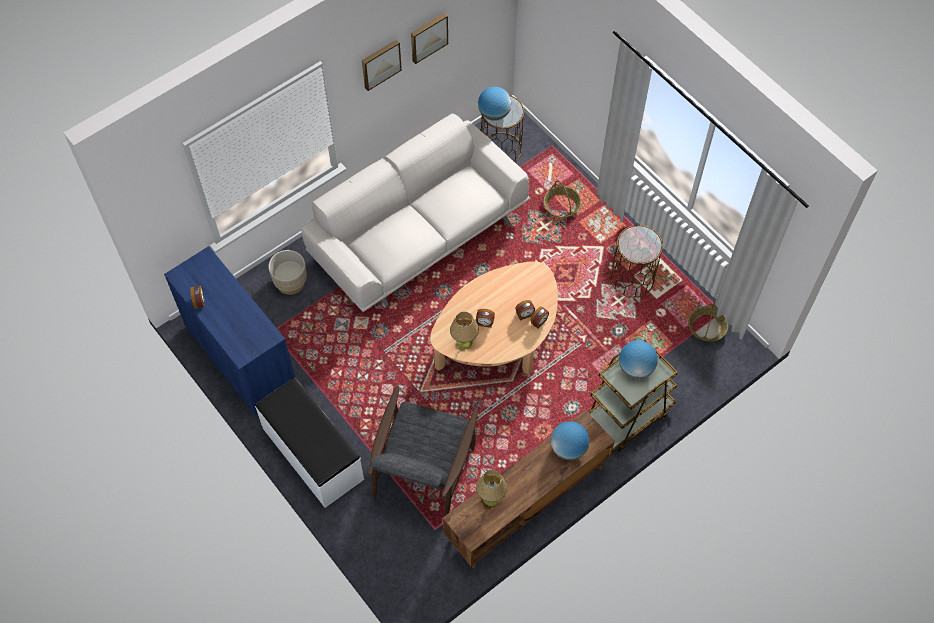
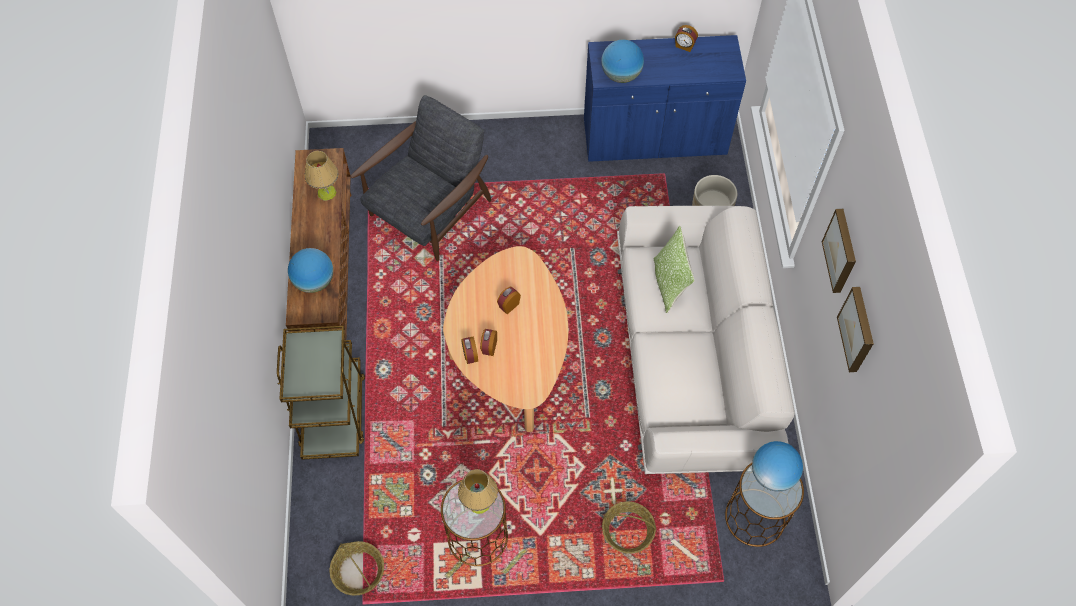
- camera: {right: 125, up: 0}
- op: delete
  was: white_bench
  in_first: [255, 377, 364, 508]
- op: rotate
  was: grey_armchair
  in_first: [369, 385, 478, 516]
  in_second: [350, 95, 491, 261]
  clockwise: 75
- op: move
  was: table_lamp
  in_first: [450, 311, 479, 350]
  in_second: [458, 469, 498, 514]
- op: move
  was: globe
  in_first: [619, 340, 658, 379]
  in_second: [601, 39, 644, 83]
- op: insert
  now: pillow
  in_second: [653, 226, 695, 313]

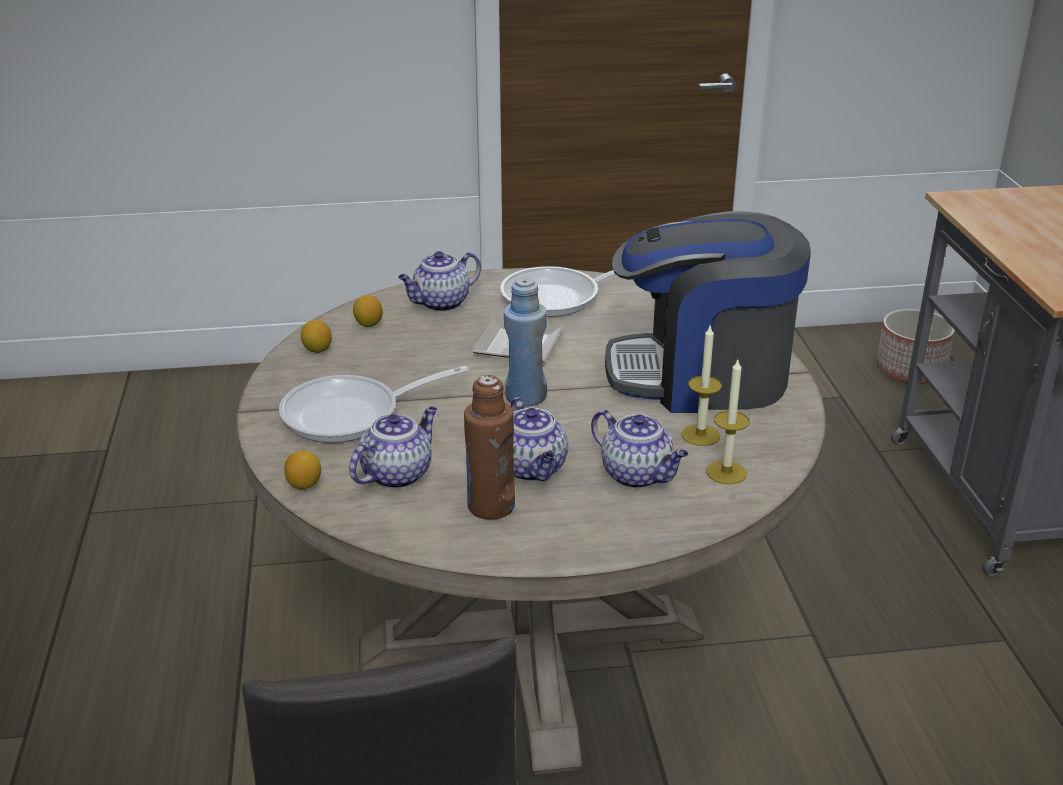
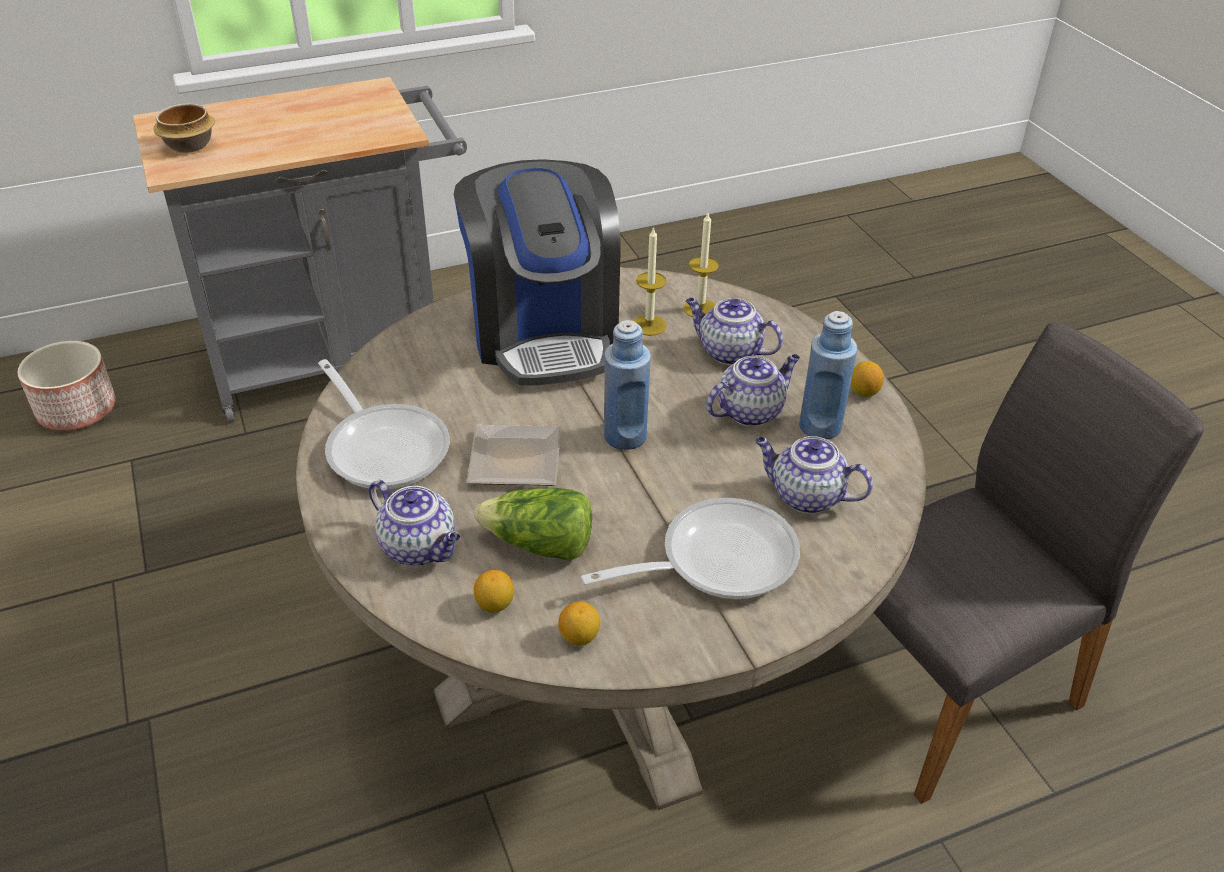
- camera: {right: -105, up: 10}
- op: rotate
  was: frying_pan
  in_first: [279, 366, 468, 443]
  in_second: [581, 498, 800, 599]
  clockwise: -75
- op: move
  was: lemon
  in_first: [284, 450, 321, 489]
  in_second: [851, 361, 884, 397]
- op: recolor
  was: brown_bottle
  now: blue_bottle
  in_first: [464, 375, 515, 520]
  in_second: [799, 311, 857, 439]
- op: rotate
  was: teapot
  in_first: [591, 410, 688, 488]
  in_second: [686, 298, 783, 365]
  clockwise: -90
- op: insert
  now: bowl
  in_second: [154, 103, 215, 153]
- op: insert
  now: lettuce
  in_second: [474, 488, 592, 561]

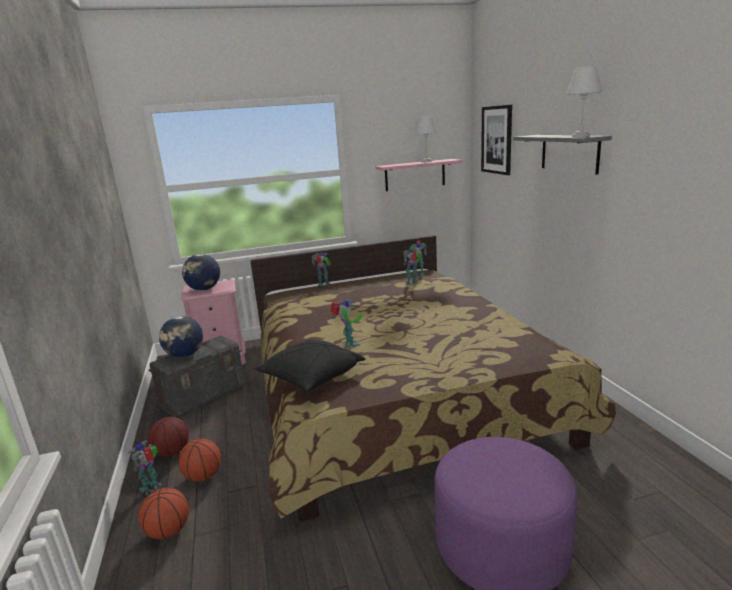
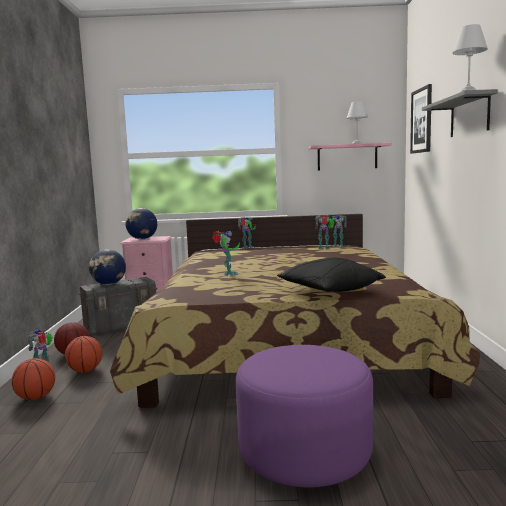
- camera: {right: 15, up: -10}
- op: move
  was: black_pillow
  in_first: [255, 339, 365, 392]
  in_second: [277, 258, 386, 292]

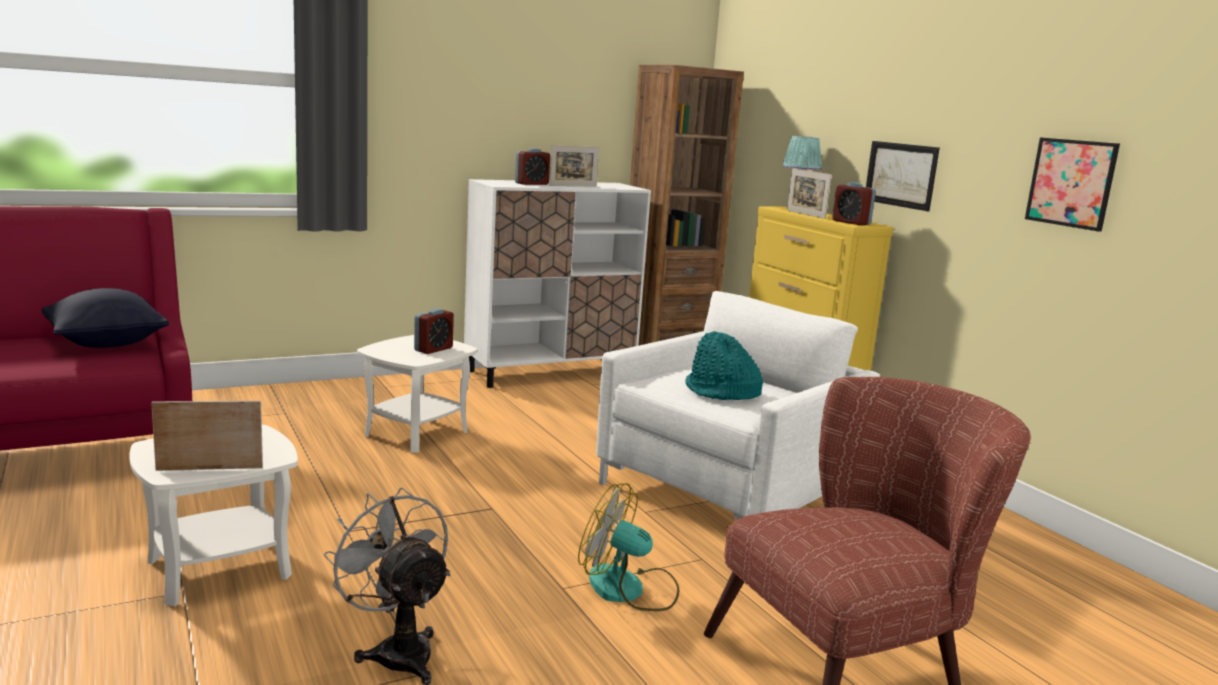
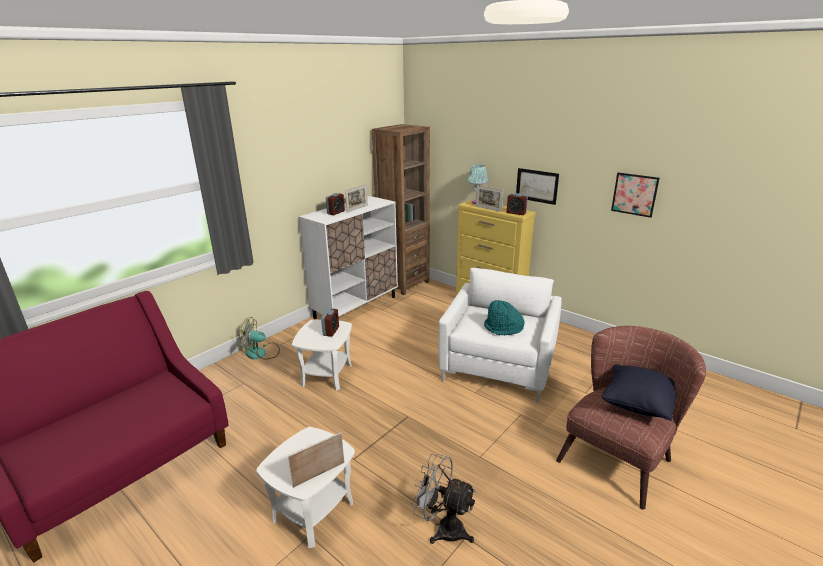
- camera: {right: -20, up: 10}
- op: move
  was: black_pillow
  in_first: [41, 288, 169, 348]
  in_second: [602, 364, 676, 421]
- op: move
  was: fan
  in_first: [578, 483, 679, 611]
  in_second: [238, 317, 280, 360]

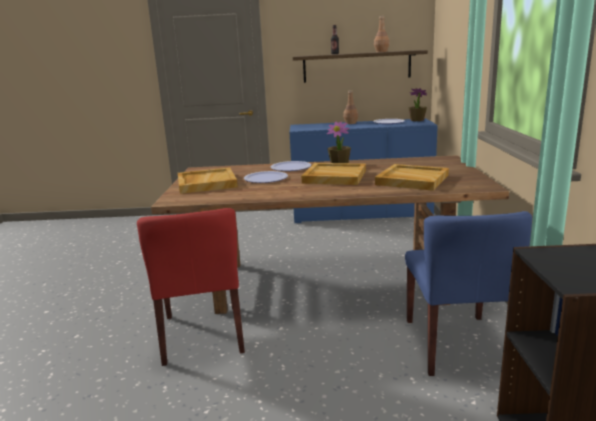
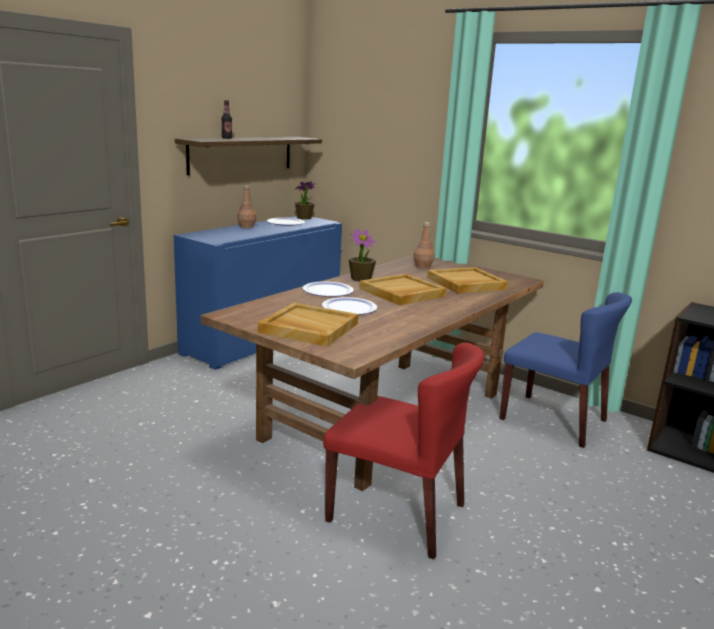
- camera: {right: -55, up: 0}
- op: move
  was: brown_bottle
  in_first: [374, 16, 390, 52]
  in_second: [413, 222, 435, 269]

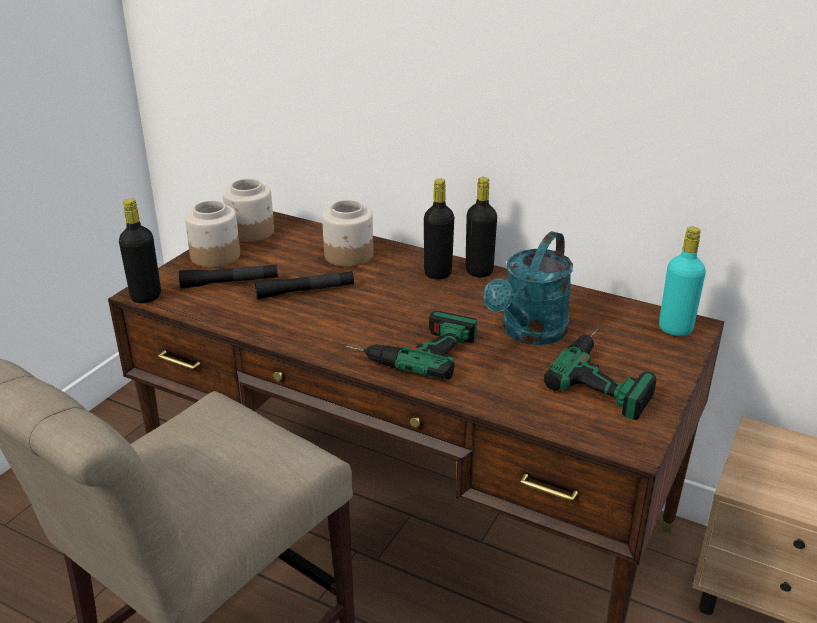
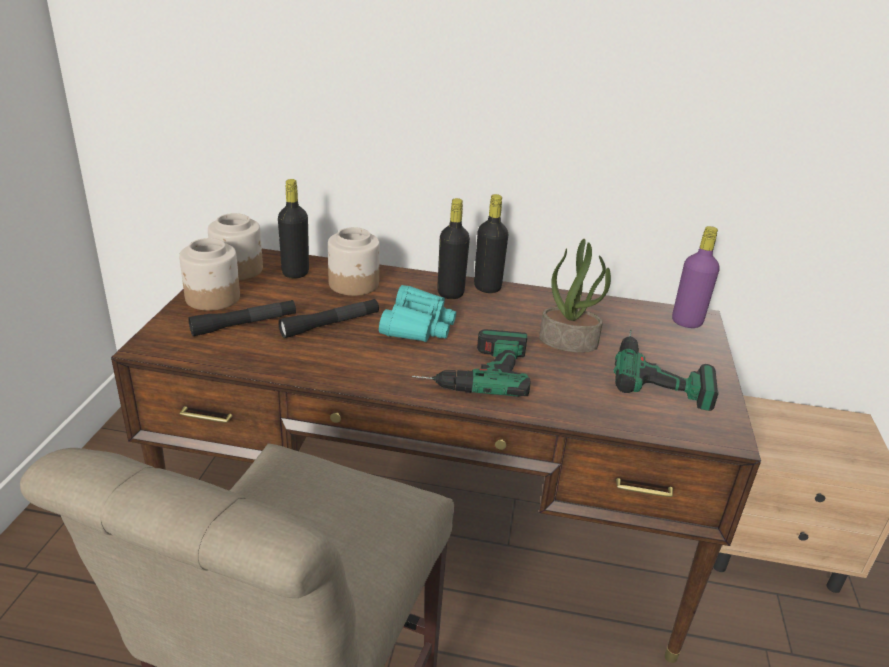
- camera: {right: -20, up: 0}
- op: move
  was: black_bottle
  in_first: [119, 199, 161, 303]
  in_second: [278, 179, 309, 278]
- op: replace
  was: turquoise_watering_can
  now: potted_plant
  in_first: [483, 231, 573, 345]
  in_second: [539, 239, 611, 353]
- op: recolor
  was: turquoise_bottle
  now: purple_bottle
  in_first: [659, 227, 706, 336]
  in_second: [672, 226, 720, 328]
- op: insert
  now: turquoise_binoculars
  in_second: [379, 285, 456, 342]

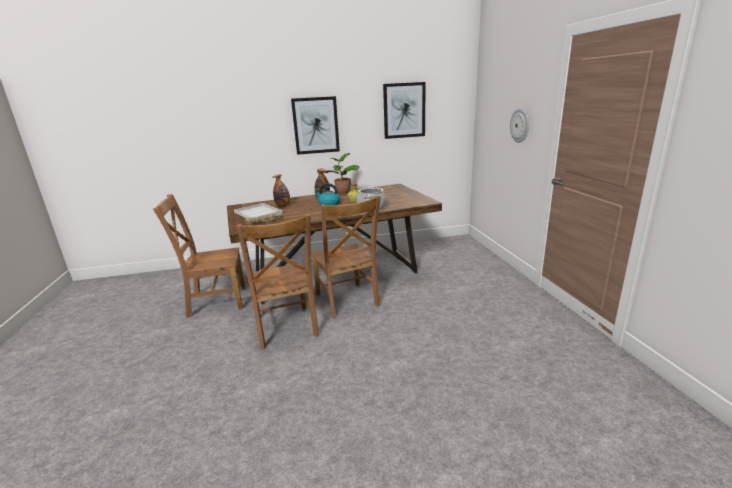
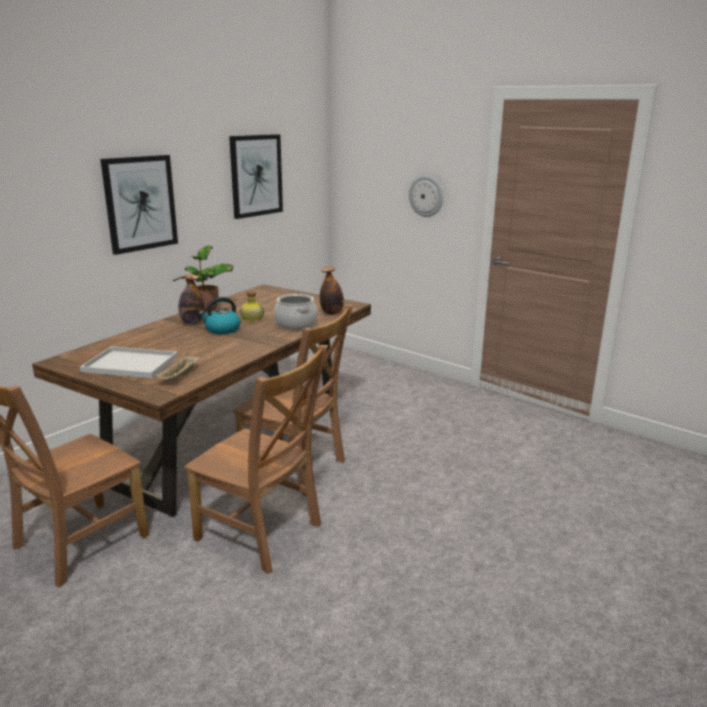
- camera: {right: -40, up: 0}
- op: move
  was: bottle
  in_first: [273, 174, 290, 207]
  in_second: [320, 267, 344, 315]

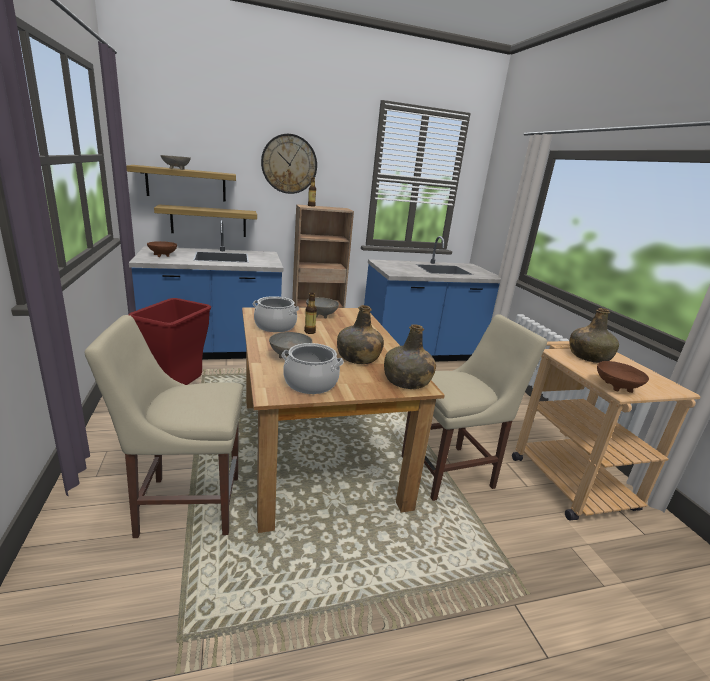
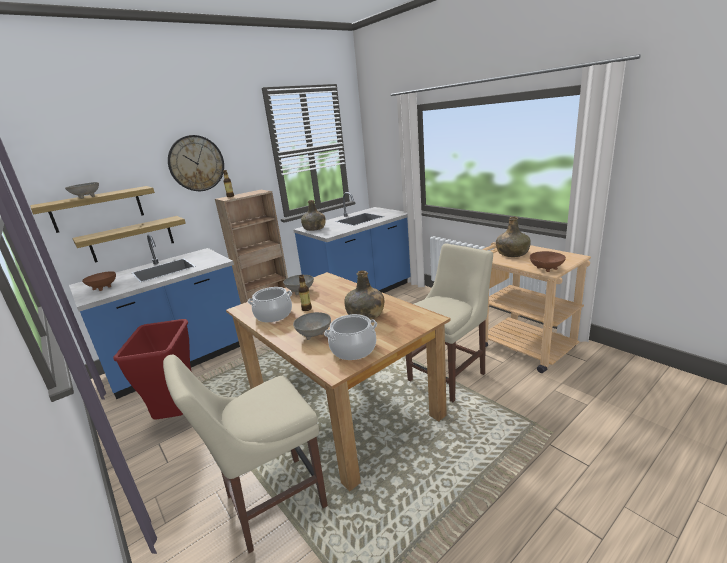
- camera: {right: -20, up: 0}
- op: move
  was: green_bottle
  in_first: [384, 324, 436, 389]
  in_second: [301, 200, 326, 231]

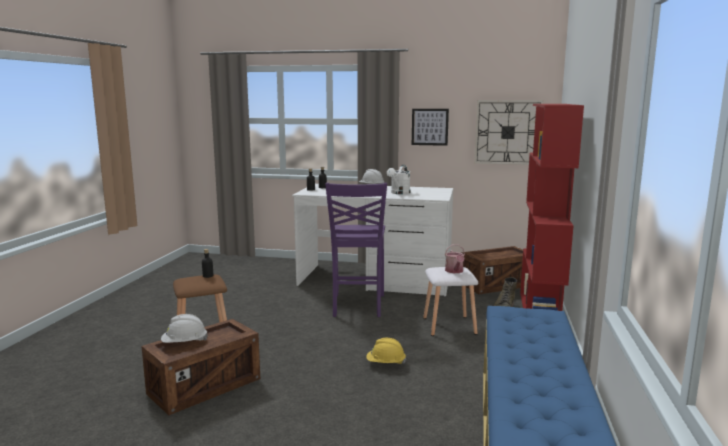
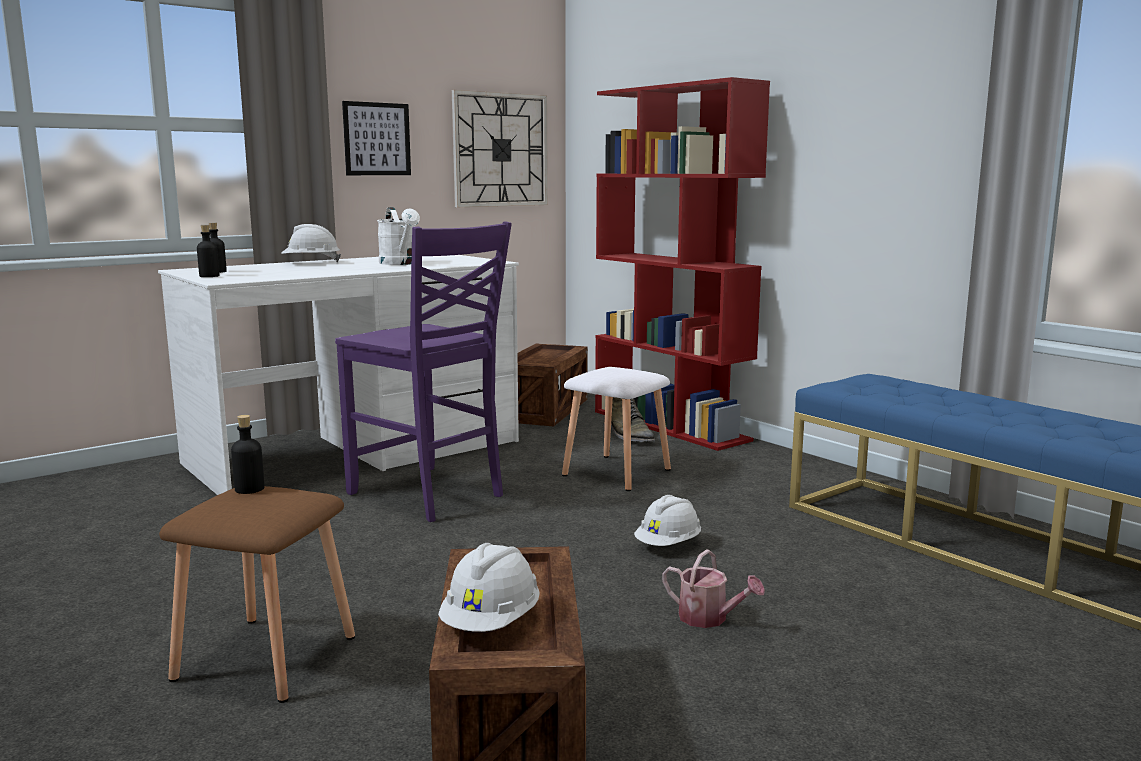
- camera: {right: -50, up: 0}
- op: recolor
  was: yellow_hard_hat
  now: white_hard_hat
  in_first: [366, 338, 406, 364]
  in_second: [634, 495, 701, 546]
- op: move
  was: watering_can
  in_first: [445, 244, 465, 273]
  in_second: [662, 549, 765, 628]

